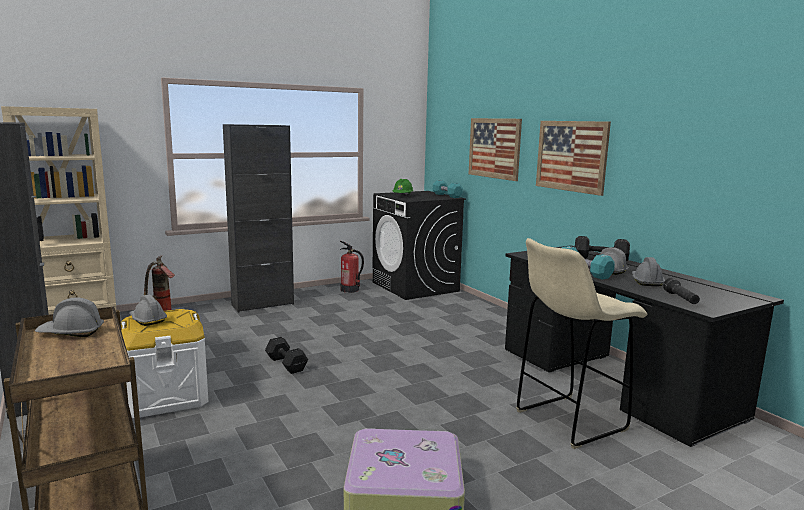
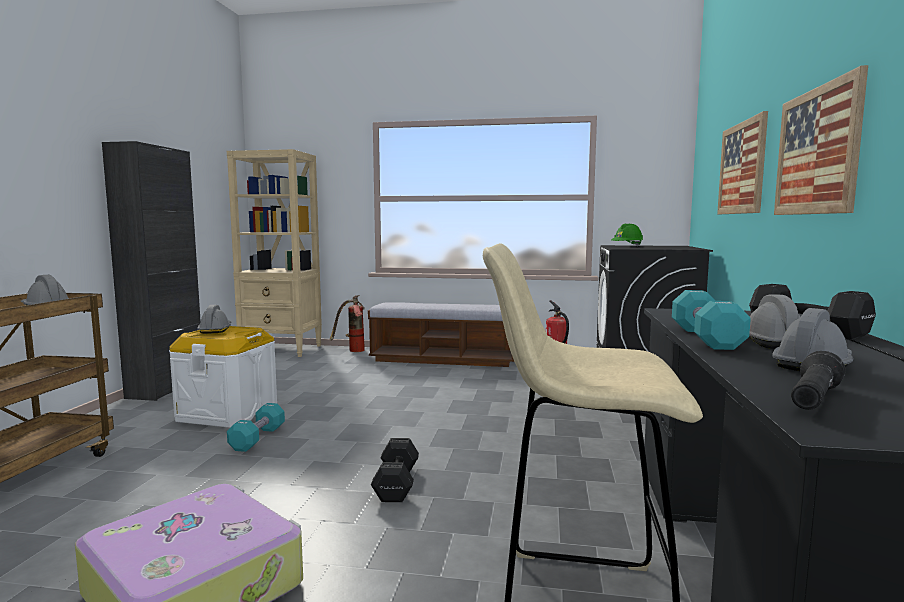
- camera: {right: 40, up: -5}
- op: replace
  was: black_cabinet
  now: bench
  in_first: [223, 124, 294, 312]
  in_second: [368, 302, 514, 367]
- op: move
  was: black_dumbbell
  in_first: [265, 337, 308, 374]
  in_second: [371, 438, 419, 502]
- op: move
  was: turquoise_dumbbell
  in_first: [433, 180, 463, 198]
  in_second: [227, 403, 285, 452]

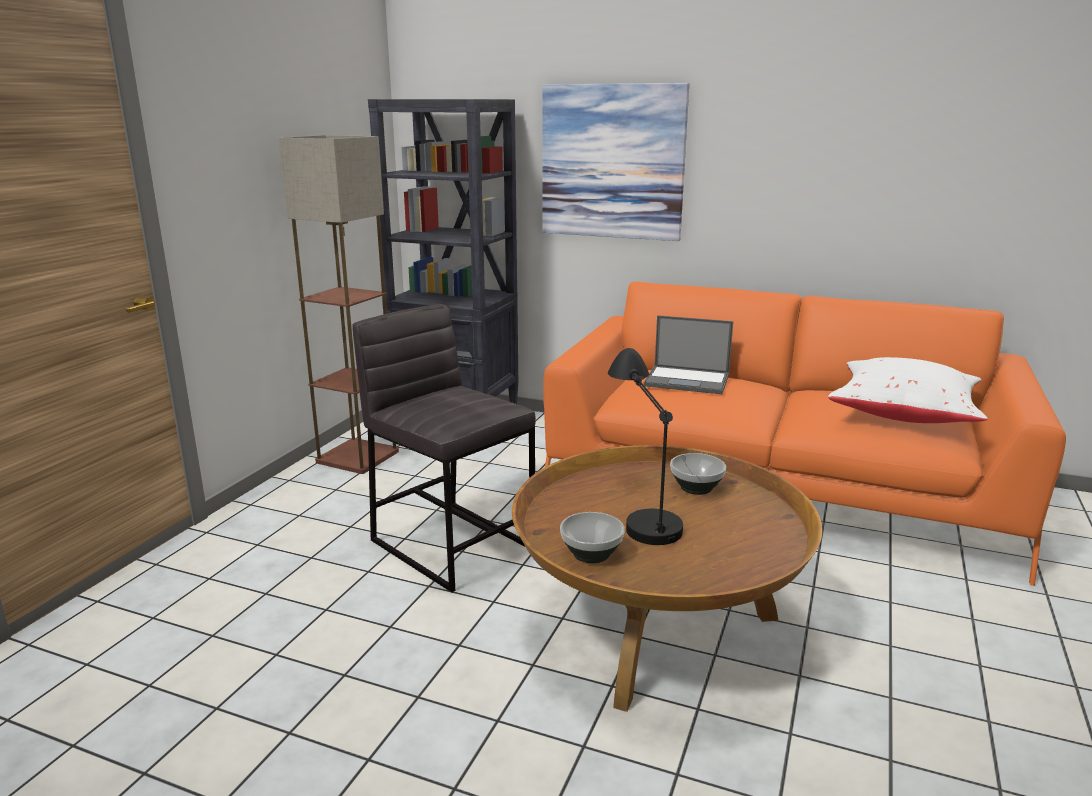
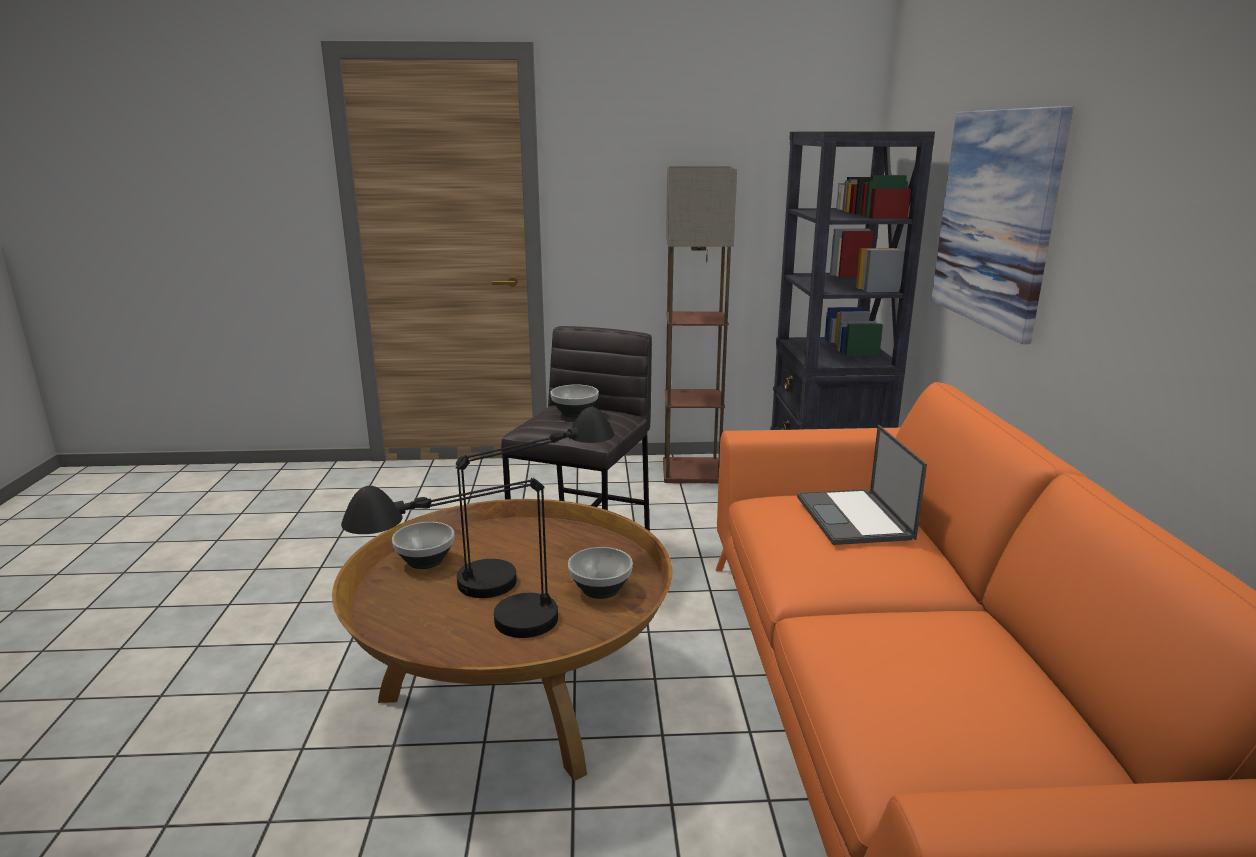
- camera: {right: 65, up: 0}
- op: delete
  was: white_pillow
  in_first: [828, 357, 988, 423]
- op: insert
  now: black_table_lamp
  in_second: [341, 478, 558, 638]
- op: insert
  now: bowl
  in_second: [550, 385, 599, 418]

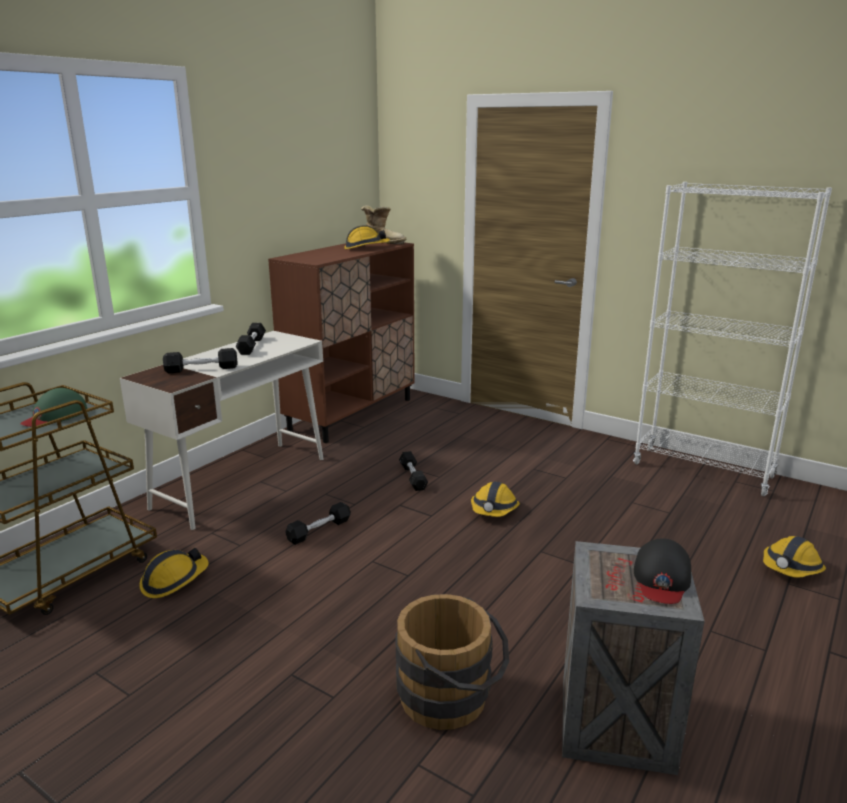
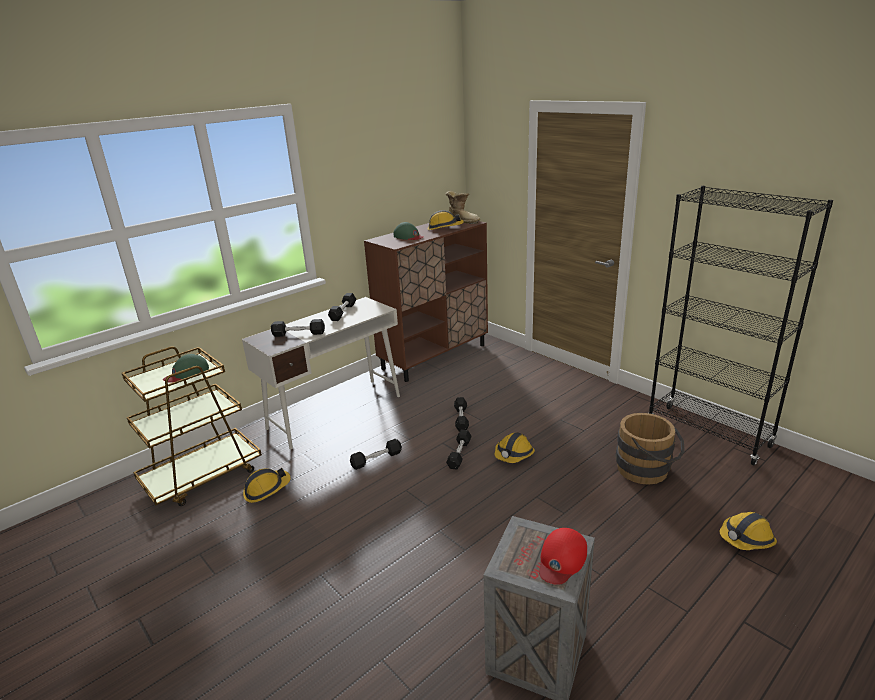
- camera: {right: 15, up: 5}
- op: move
  was: brown_bucket
  in_first: [395, 594, 509, 730]
  in_second: [616, 413, 685, 485]
- op: recolor
  was: white_bookcase
  now: black_bookcase
  in_first: [633, 182, 832, 496]
  in_second: [649, 186, 833, 465]
- op: recolor
  was: black_cap
  now: red_cap
  in_first: [634, 538, 691, 604]
  in_second: [539, 528, 587, 585]
- op: insert
  now: green_cap
  in_second: [394, 222, 423, 240]
- op: insert
  now: black_dumbbell
  in_second: [446, 429, 472, 470]

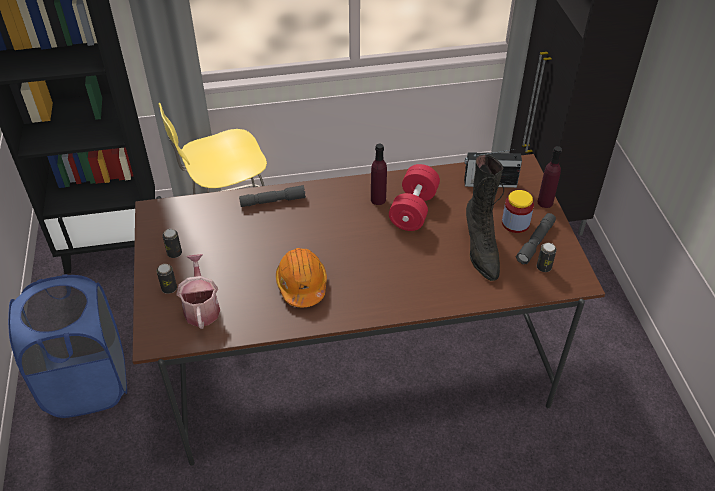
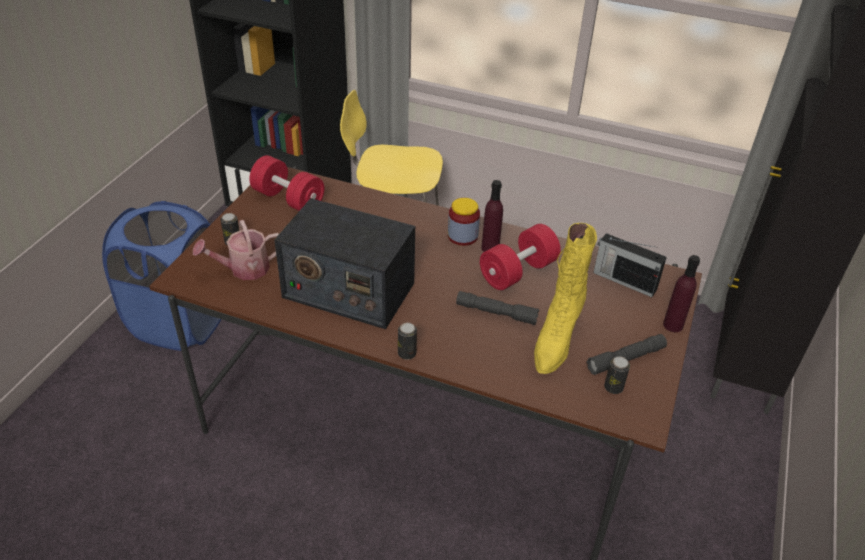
- camera: {right: 30, up: -5}
- op: move
  was: can
  in_first: [162, 229, 182, 258]
  in_second: [398, 323, 417, 360]
- op: rotate
  was: watering_can
  in_first: [177, 254, 220, 329]
  in_second: [193, 220, 279, 280]
  clockwise: -135
- op: move
  was: grey_flashlight
  in_first: [239, 185, 306, 207]
  in_second: [456, 291, 539, 325]
- op: replace
  was: orange_hard_hat
  now: radio
  in_first: [276, 248, 327, 308]
  in_second: [274, 198, 415, 329]
- op: recolor
  was: black_boot
  now: yellow_boot
  in_first: [466, 154, 504, 281]
  in_second: [534, 223, 597, 374]
- op: move
  was: jar
  in_first: [502, 190, 534, 233]
  in_second: [448, 198, 480, 246]
- op: insert
  now: red_dumbbell
  in_second: [249, 155, 324, 211]

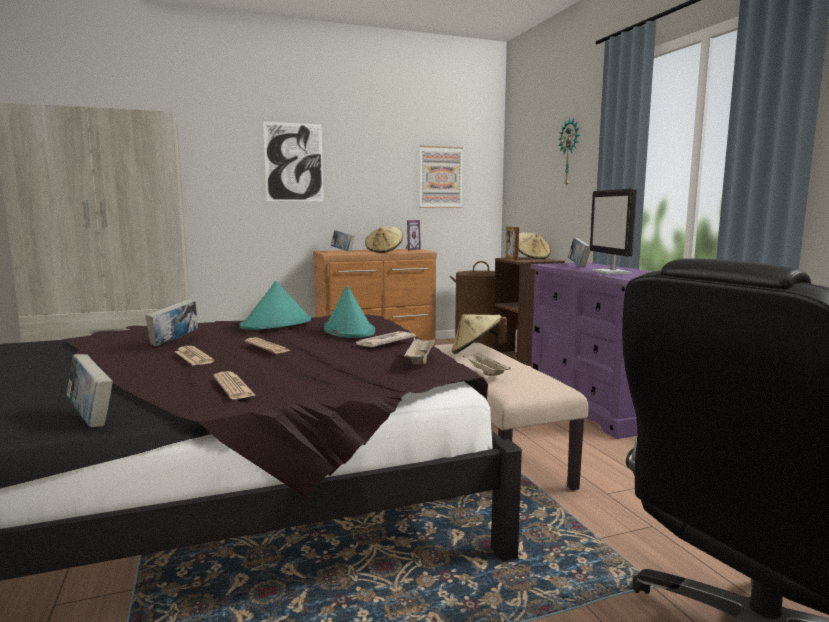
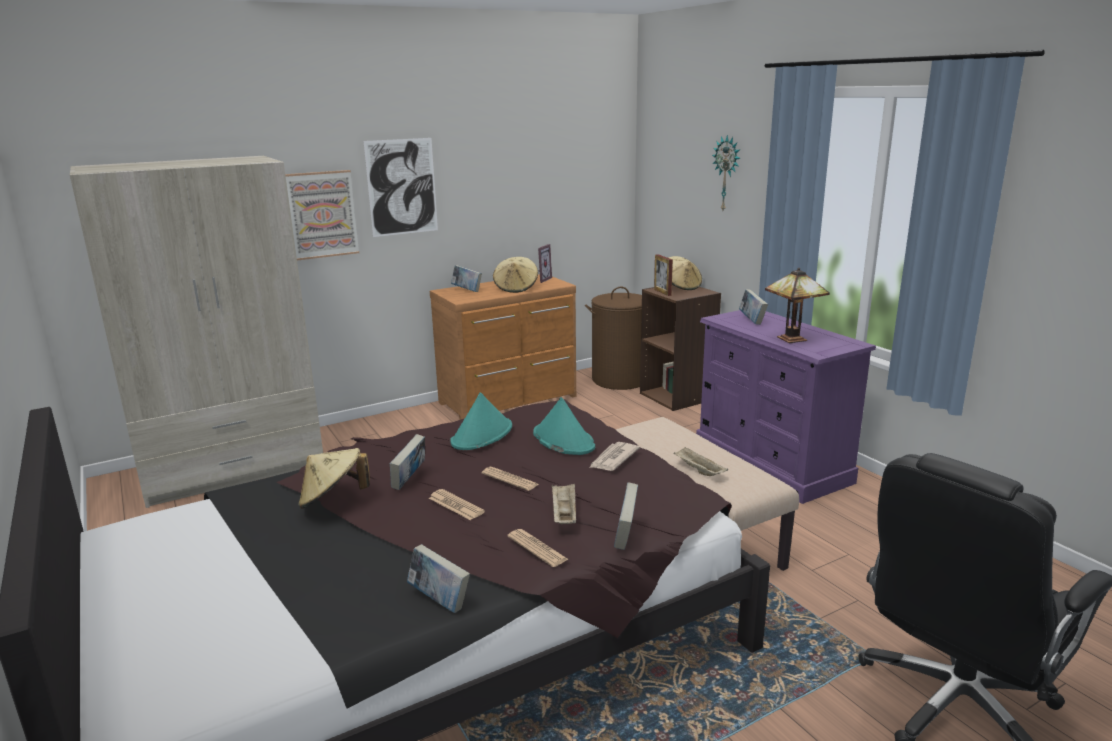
- camera: {right: -10, up: 10}
- op: move
  was: beige_tray
  in_first: [403, 337, 437, 364]
  in_second: [552, 483, 576, 524]
- op: move
  was: picture
  in_first: [420, 146, 463, 208]
  in_second: [285, 170, 359, 260]
- op: move
  was: beige_hat
  in_first: [452, 314, 507, 354]
  in_second: [298, 448, 370, 509]
- op: replace
  was: monitor
  now: table_lamp
  in_first: [590, 188, 637, 274]
  in_second: [765, 268, 830, 343]
- op: insert
  now: book
  in_second: [614, 482, 638, 550]

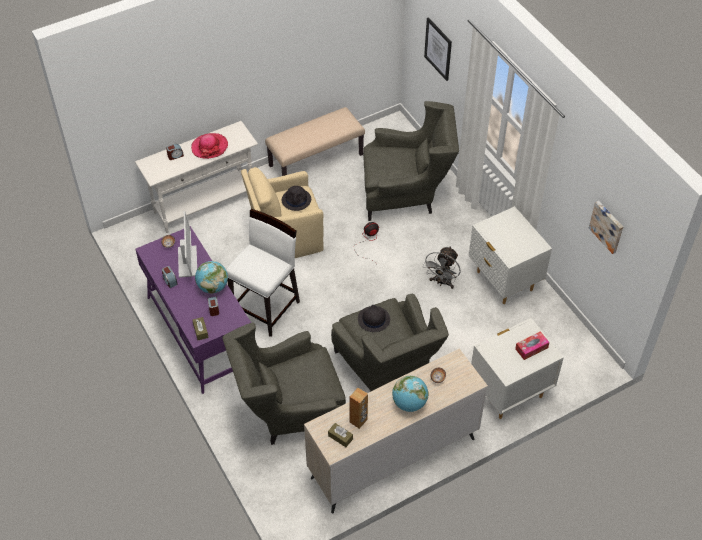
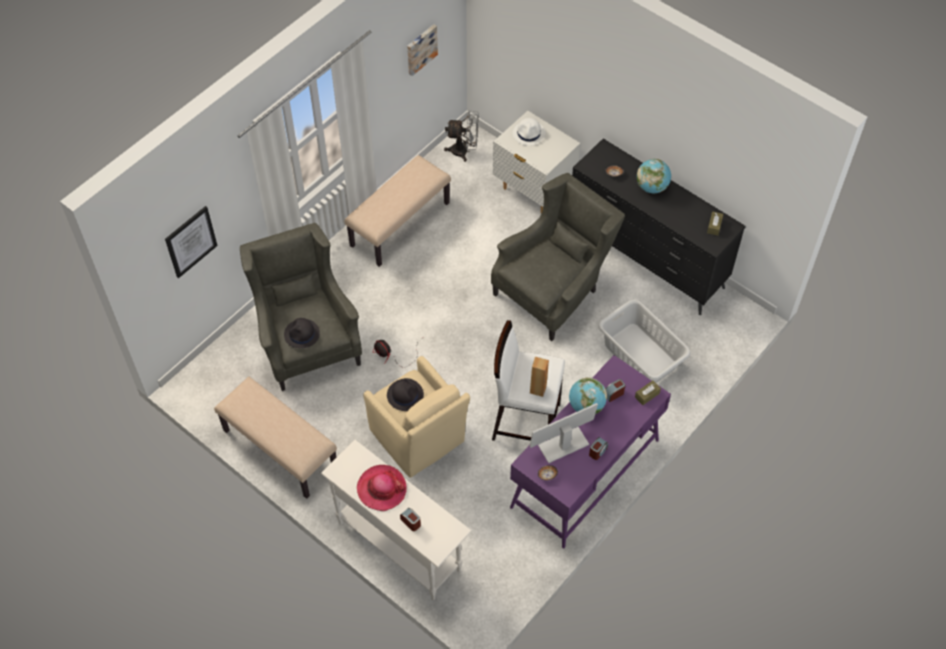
- camera: {right: -110, up: 5}
- op: replace
  was: grey_armchair
  now: grey_laundry_basket
  in_first: [222, 323, 346, 445]
  in_second: [598, 299, 691, 383]
- op: recolor
  was: beige_dresser
  now: black_dresser
  in_first: [304, 348, 488, 513]
  in_second: [572, 139, 746, 315]
- op: move
  was: brown_speaker
  in_first: [349, 388, 368, 429]
  in_second: [530, 356, 549, 397]
- op: move
  was: black_hat
  in_first: [358, 305, 390, 332]
  in_second: [284, 318, 320, 348]
- op: move
  was: grey_fan
  in_first: [423, 246, 460, 289]
  in_second: [444, 111, 479, 162]
- op: replace
  was: white_nightstand
  now: beige_bench
  in_first: [469, 206, 552, 304]
  in_second: [345, 155, 451, 267]
- op: replace
  was: tissue_box
  now: white_hat
  in_first: [515, 331, 550, 360]
  in_second: [513, 118, 545, 146]

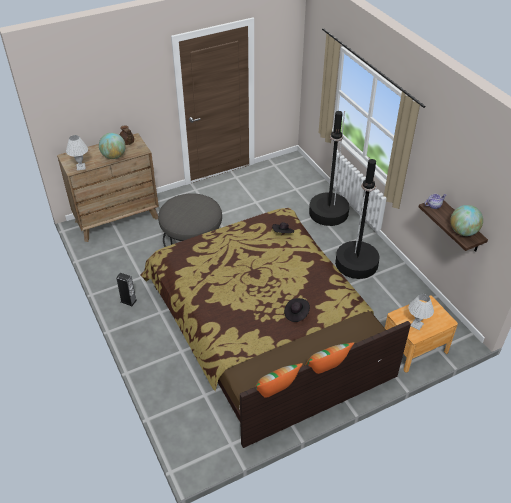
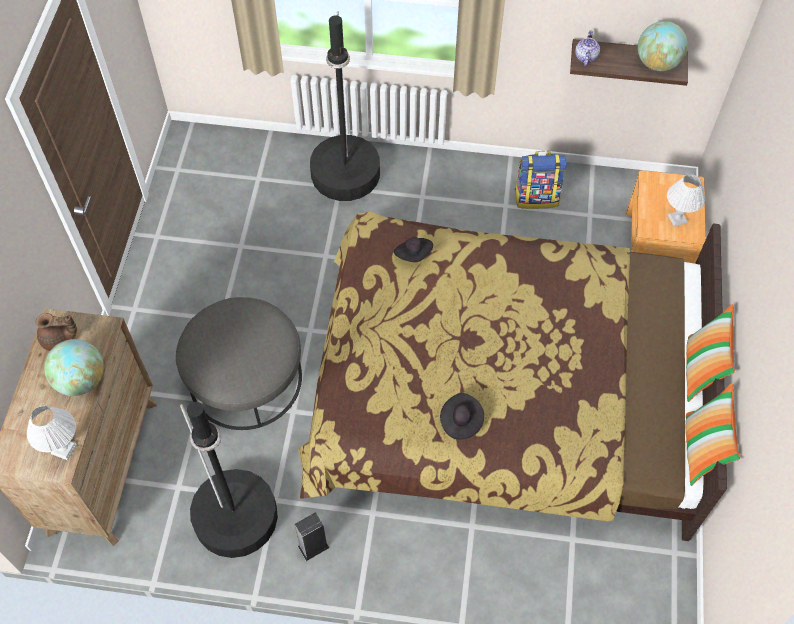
- camera: {right: -55, up: 15}
- op: move
  was: black_hat
  in_first: [284, 298, 310, 322]
  in_second: [440, 393, 484, 440]
- op: move
  was: black_floor_lamp
  in_first: [335, 157, 380, 279]
  in_second: [180, 402, 278, 558]
- op: insert
  now: backpack
  in_second: [514, 151, 567, 209]

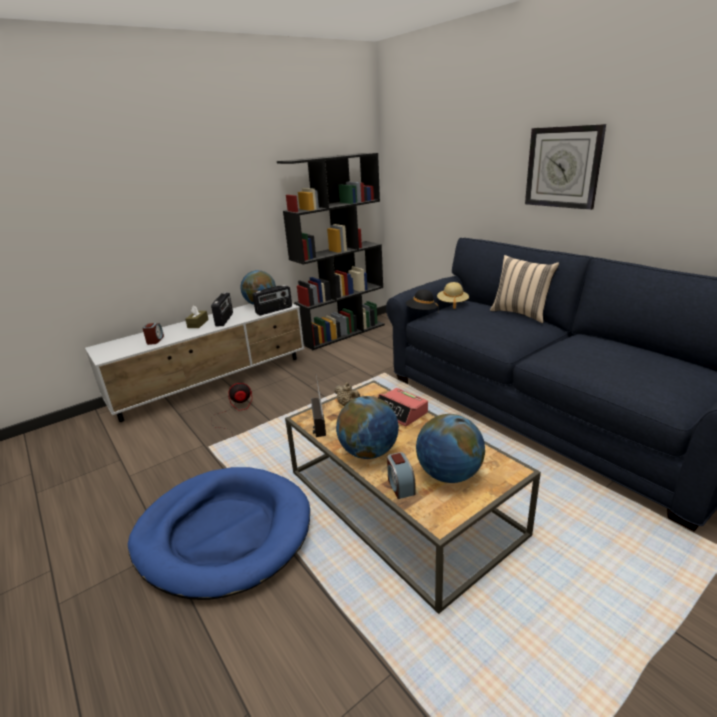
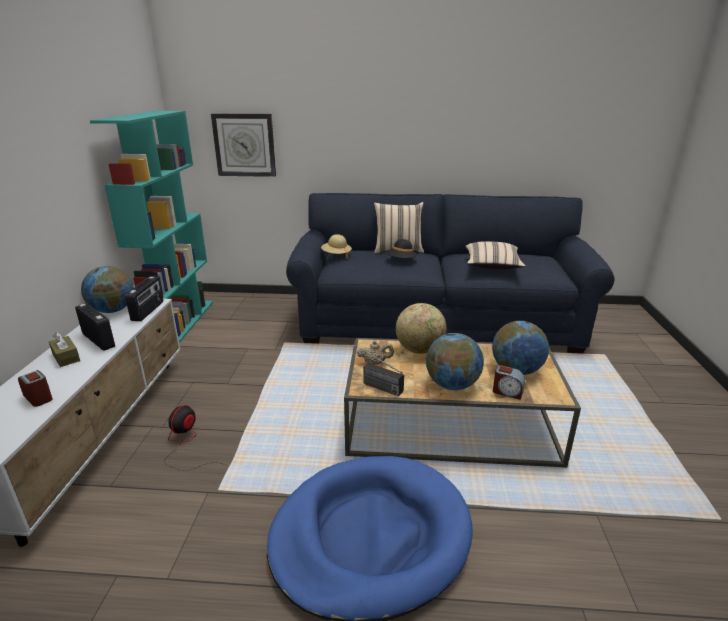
- camera: {right: -50, up: 0}
- op: recolor
  was: black_bookcase
  now: turquoise_bookcase
  in_first: [277, 153, 385, 350]
  in_second: [90, 111, 213, 343]
- op: replace
  was: alarm_clock
  now: globe
  in_first: [378, 388, 428, 427]
  in_second: [396, 303, 447, 354]
- op: move
  was: black_hat
  in_first: [406, 289, 439, 312]
  in_second: [386, 239, 418, 258]
- op: move
  was: wall_clock
  in_first: [525, 124, 606, 210]
  in_second: [211, 114, 276, 177]
- op: insert
  now: beige_pillow
  in_second: [465, 241, 526, 269]

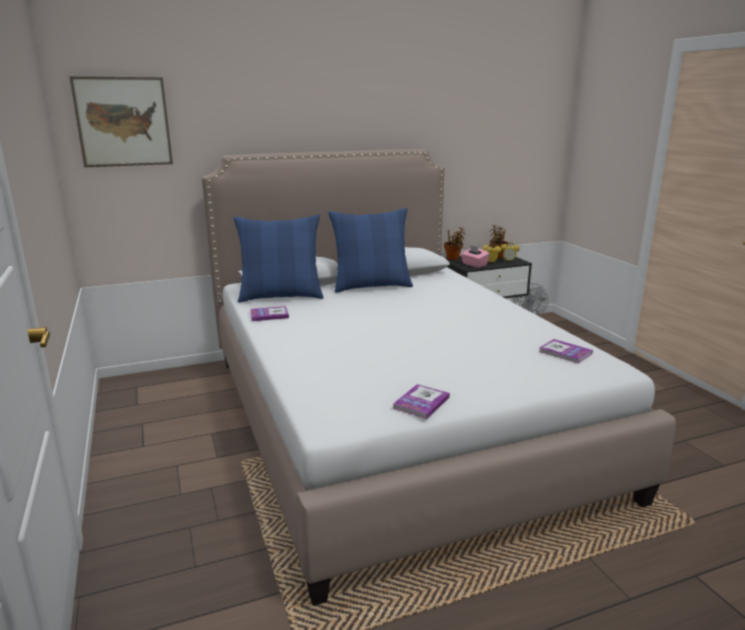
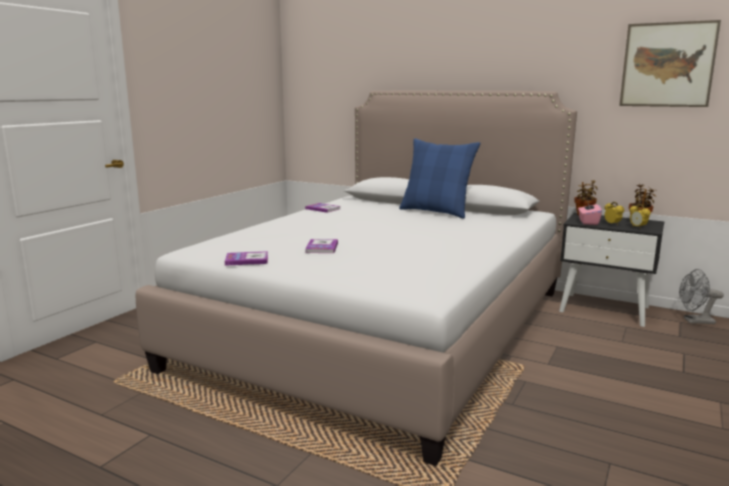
- camera: {right: 50, up: -5}
- op: move
  was: picture
  in_first: [69, 76, 173, 167]
  in_second: [619, 20, 721, 107]
- op: delete
  was: blue_pillow
  in_first: [234, 214, 324, 302]
- op: move
  was: book
  in_first: [539, 339, 593, 364]
  in_second: [305, 239, 338, 253]

